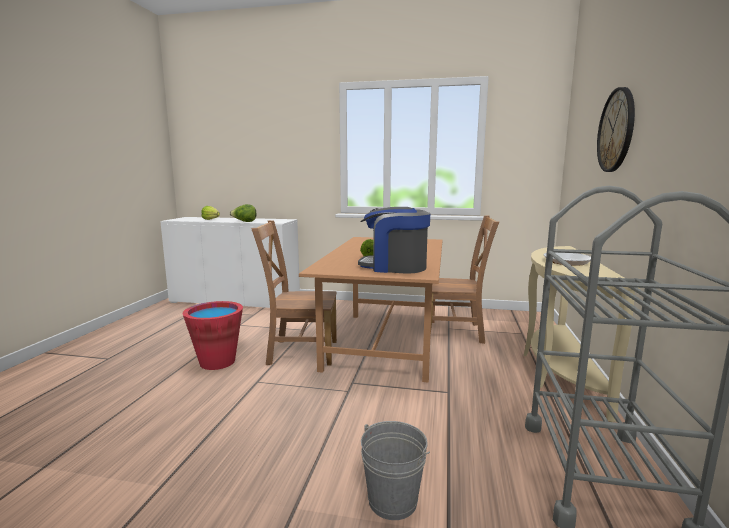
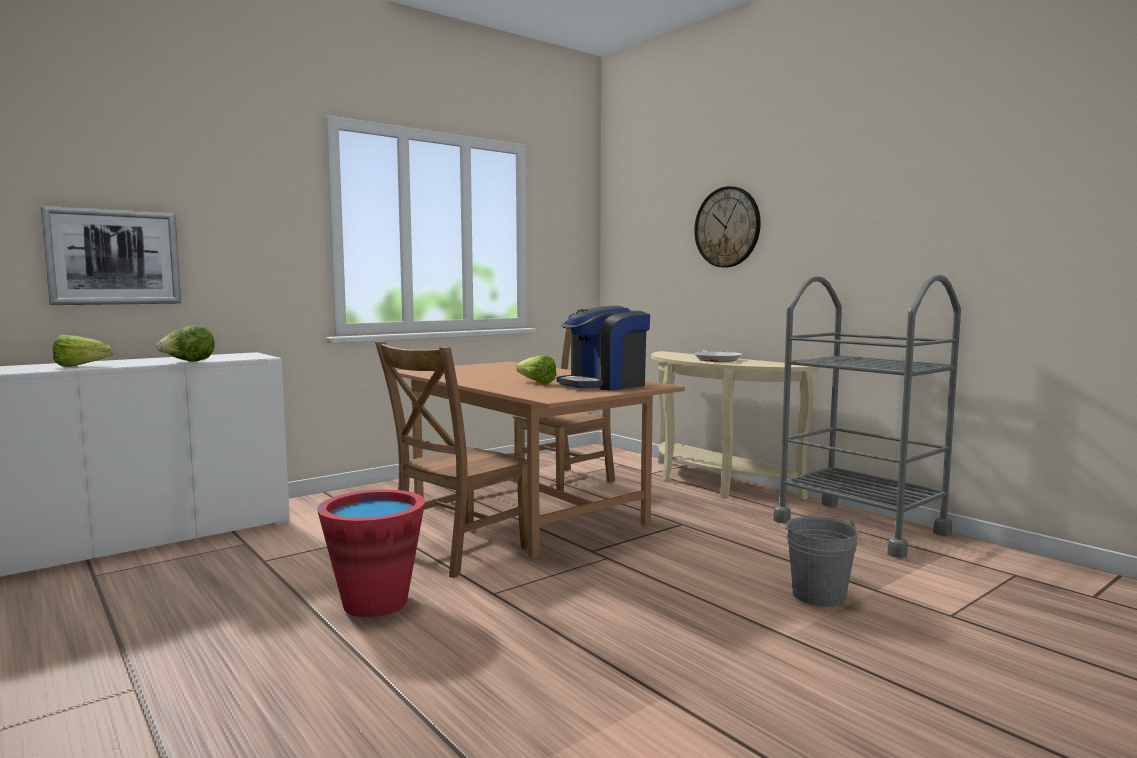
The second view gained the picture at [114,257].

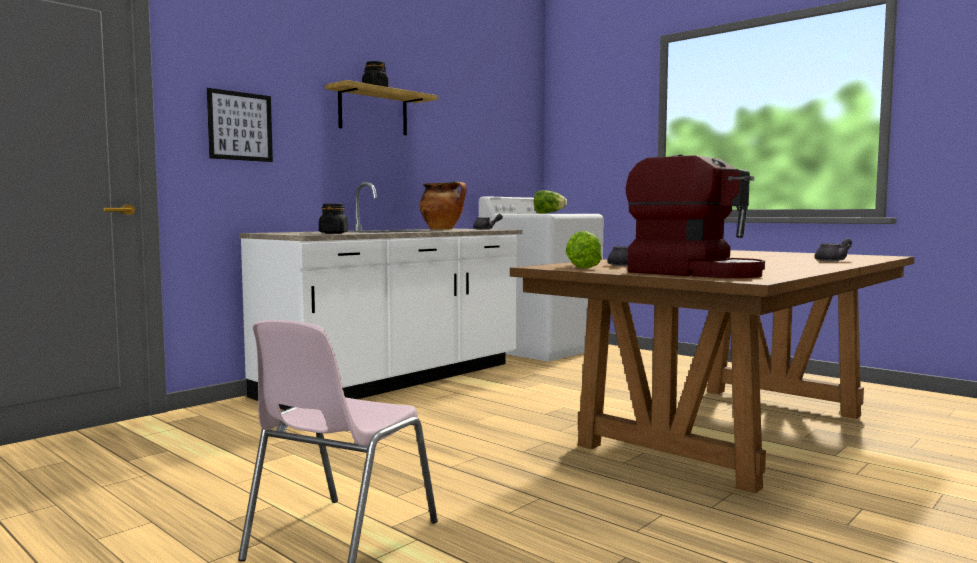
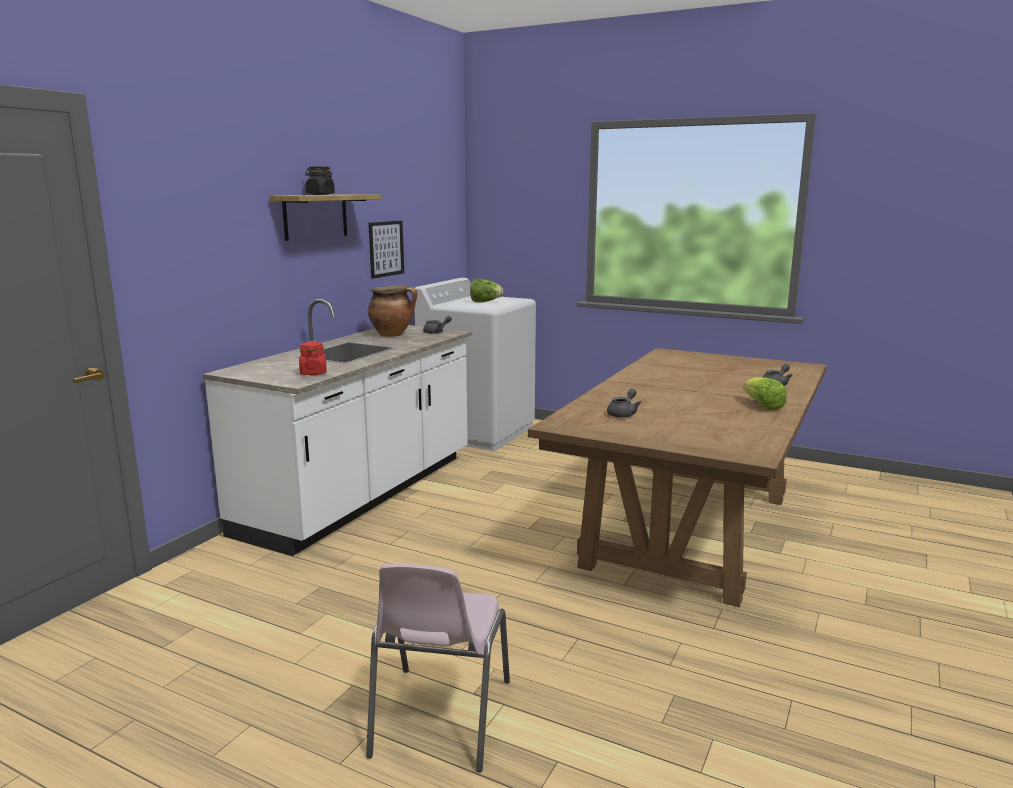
The second view lost the coffee brewer at [695,273].
The picture ended up elsewhere, having gone from [240,126] to [386,248].
The lettuce ended up elsewhere, having gone from [581,267] to [762,406].
What was the black-coloured storage jar at [333,233] turned into the reddish storage jar at [313,373].

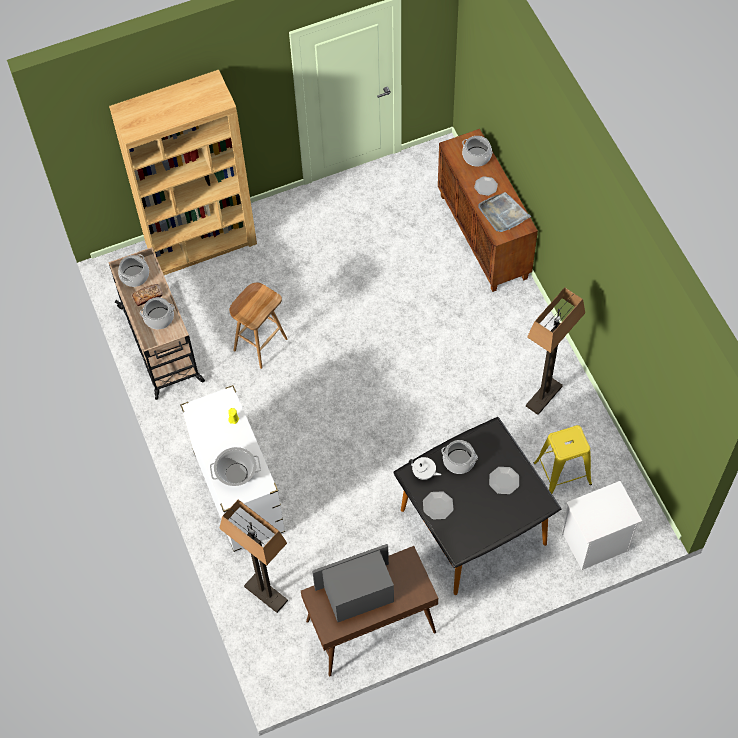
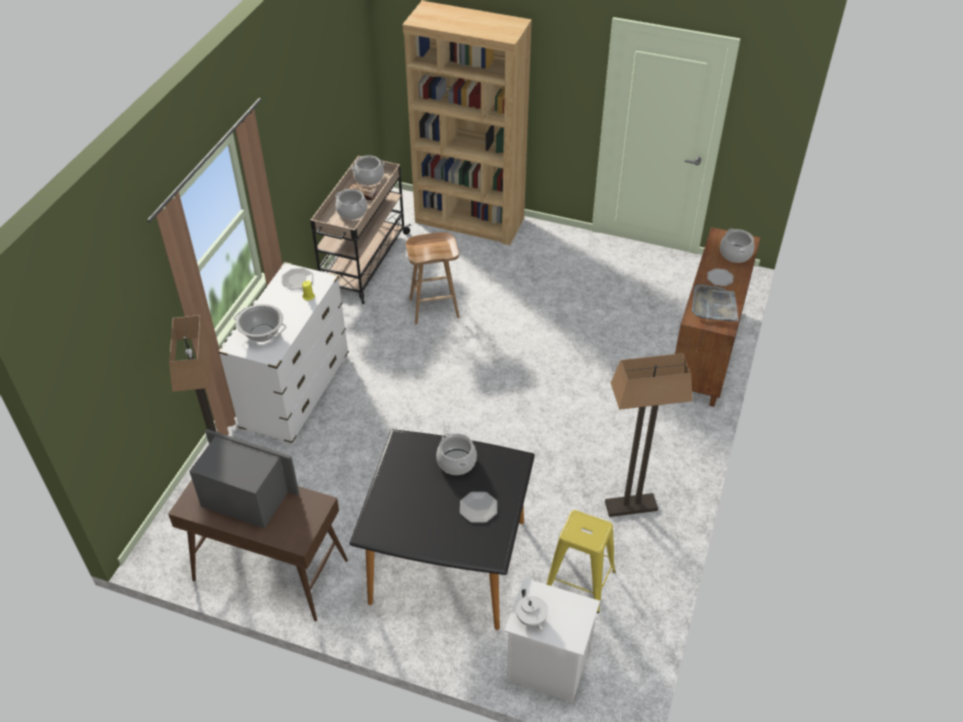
The white-coloured tea pot ended up elsewhere, having gone from [424,473] to [531,619].
The flat dish ended up elsewhere, having gone from [438,506] to [297,279].

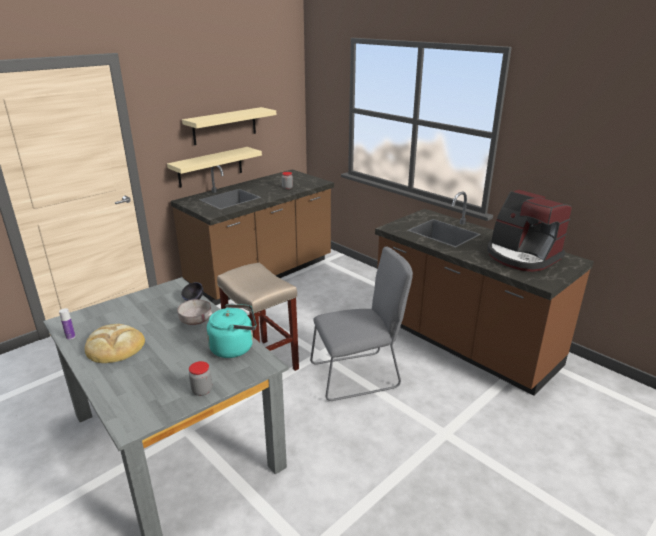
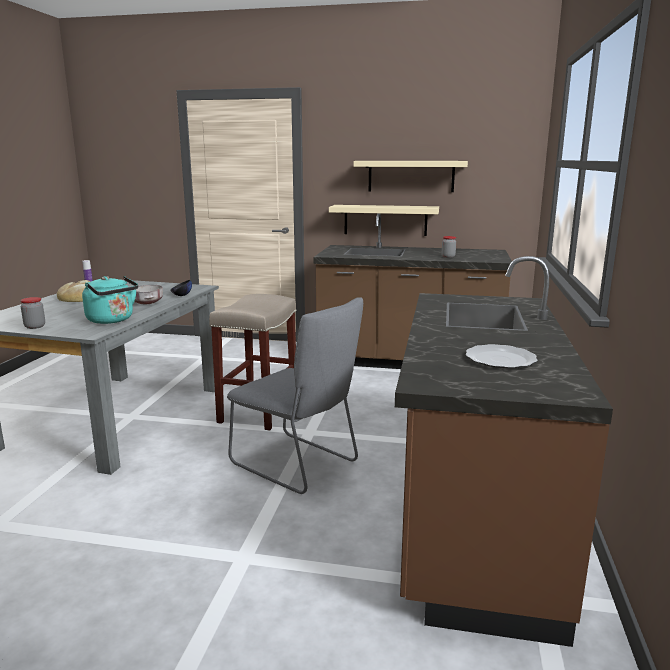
Where the coffee brewer stood at [522,256], the flat dish came to stand at [501,360].

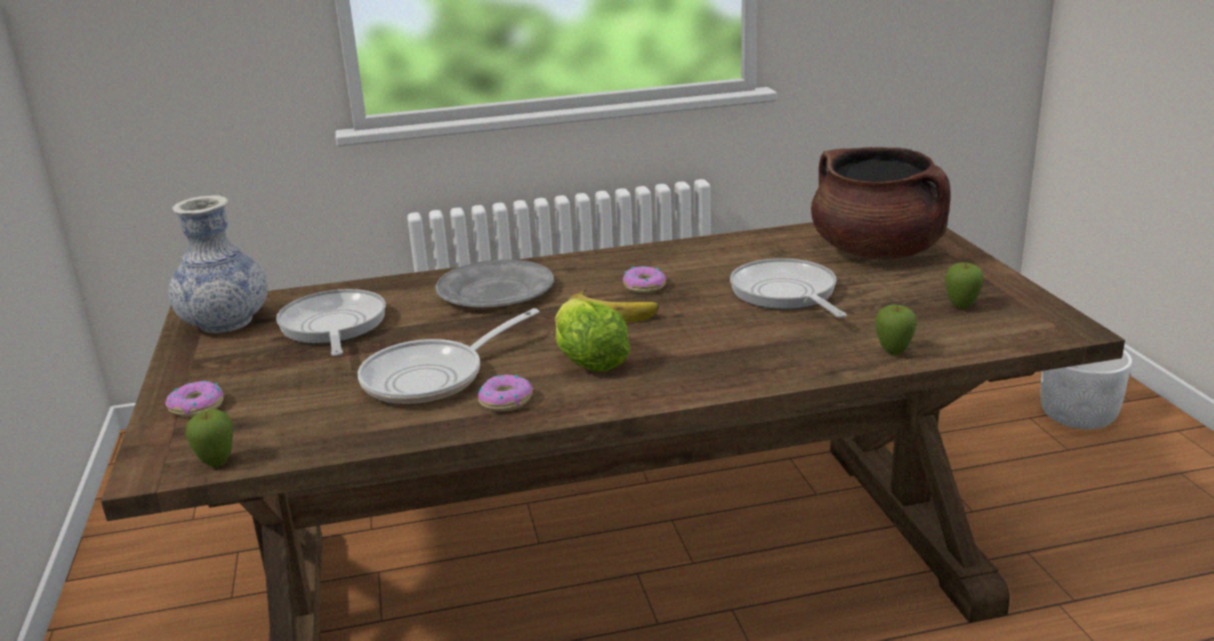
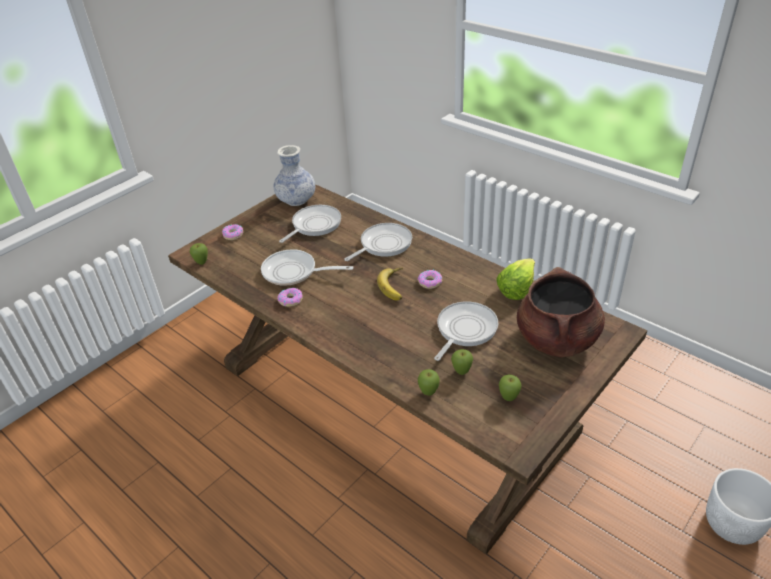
The second view gained the apple at [461,372].
The lettuce ended up elsewhere, having gone from [588,359] to [516,288].
Where the gray flat dish stood at [495,291], the skillet came to stand at [383,244].

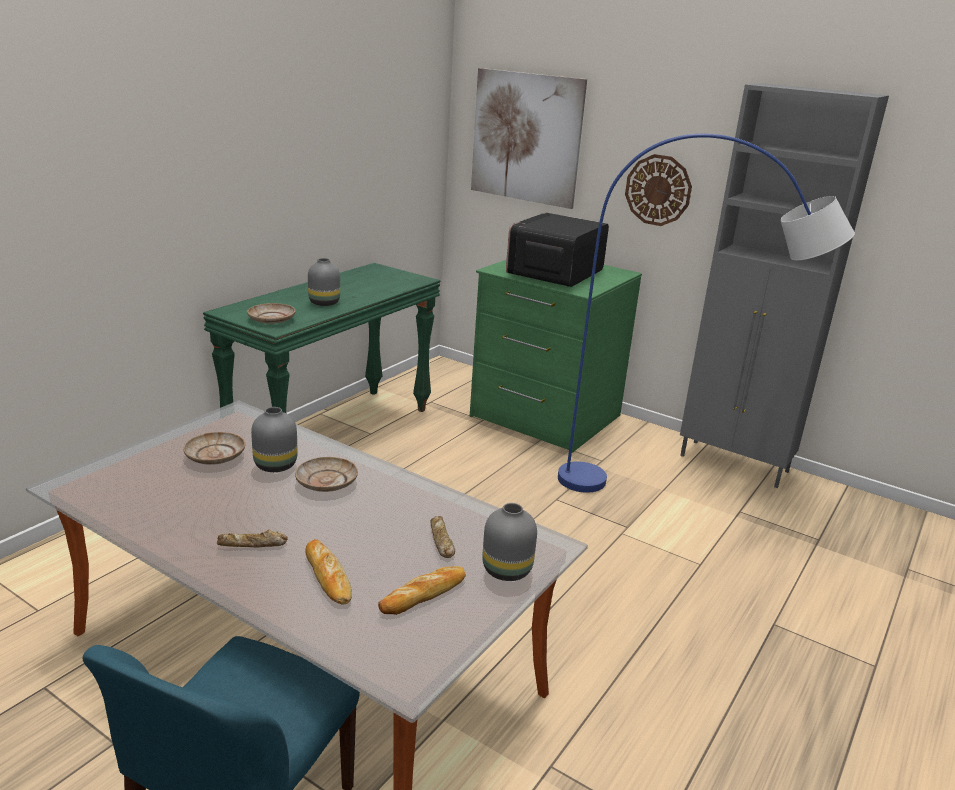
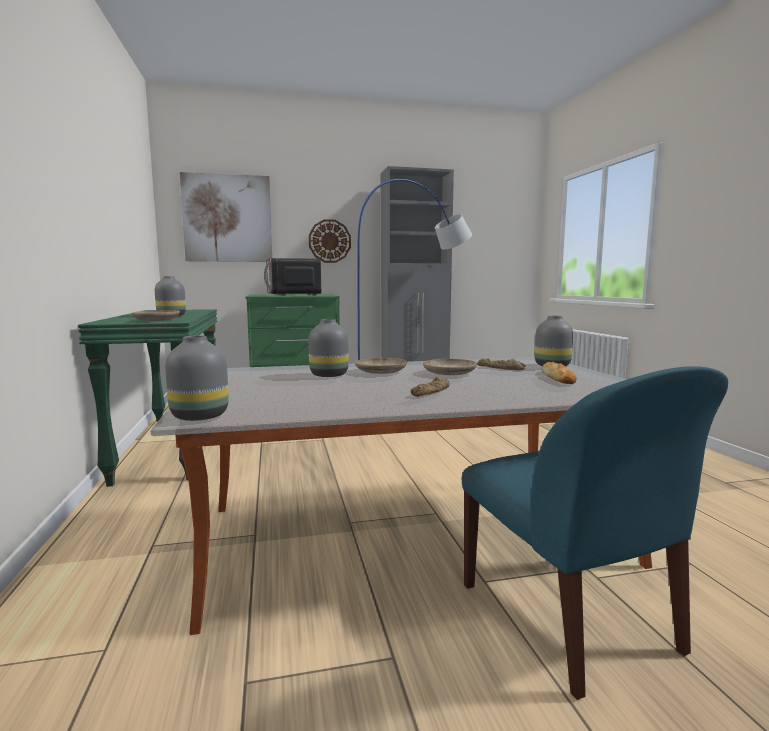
The second view lost the bread at [328,576].
The second view gained the gray decorative vase at [198,417].
The sand-coloured flat dish ended up elsewhere, having gone from [215,456] to [449,373].

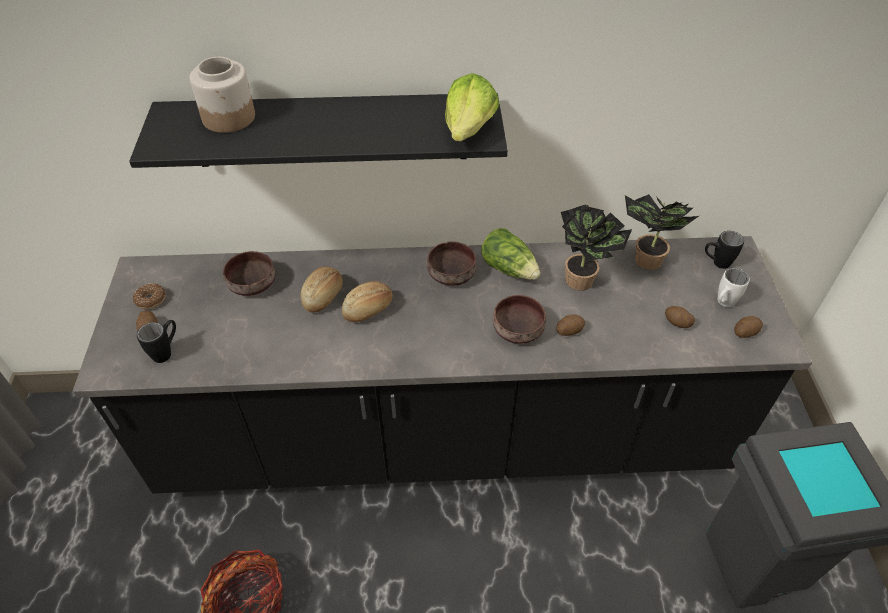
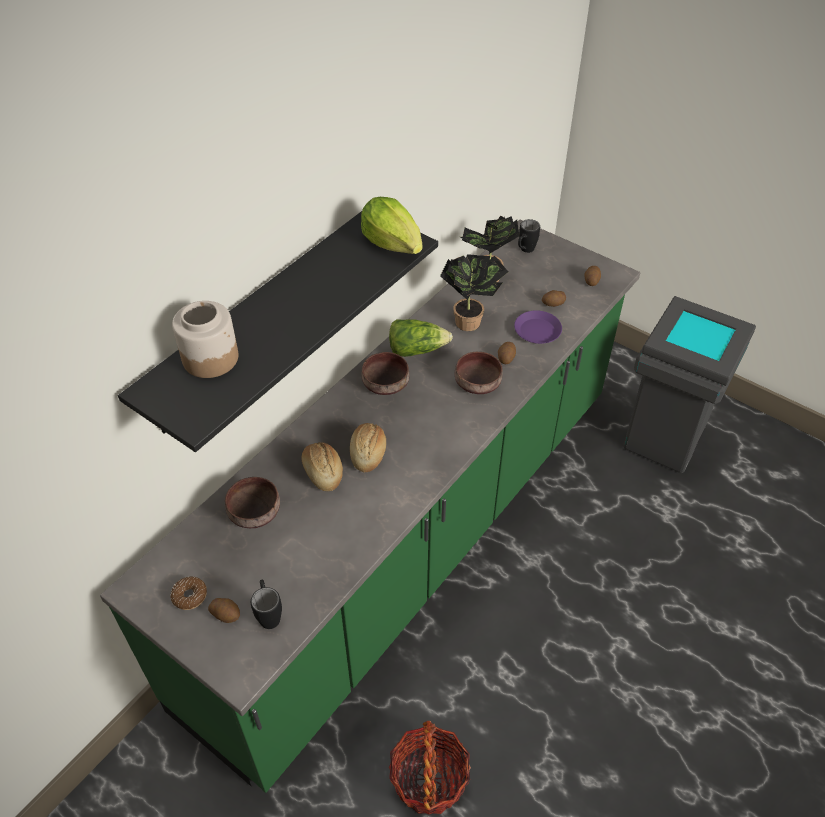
The second view lost the white-coloured mug at [722,304].
The second view gained the purple flat dish at [537,331].
What was the black-coloured kitchen base unit at [444,439] turned into the green-coloured kitchen base unit at [412,542].

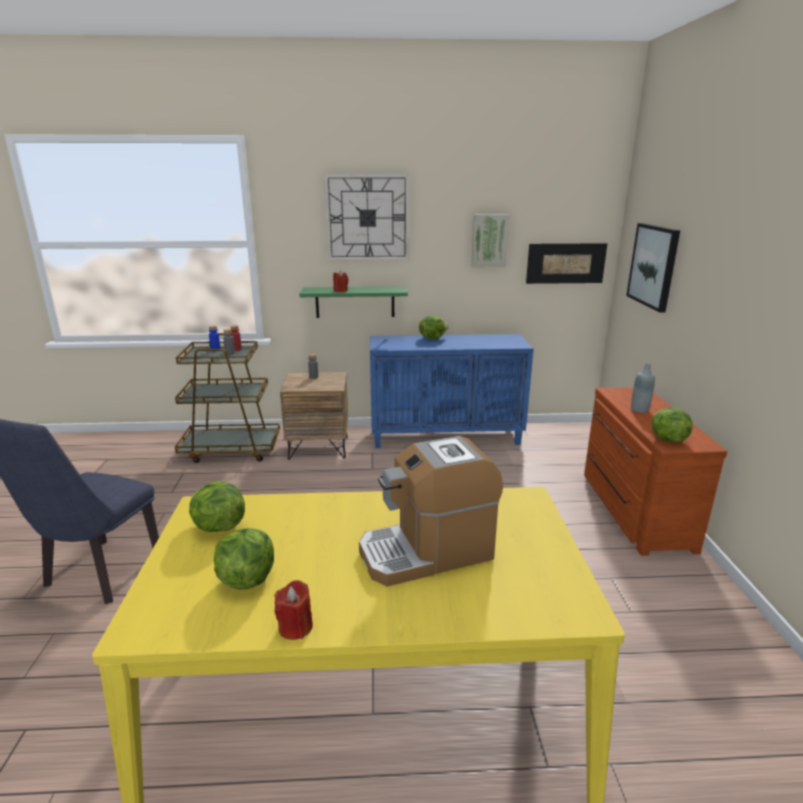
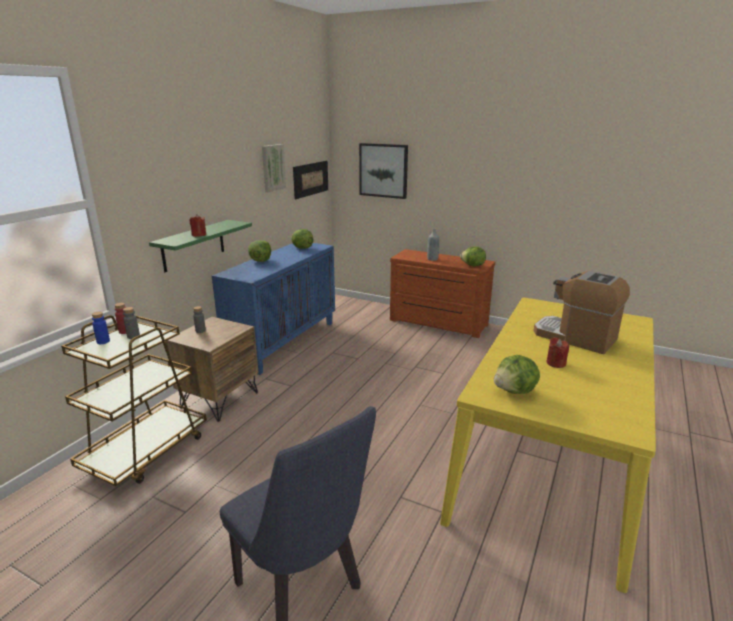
The second view lost the wall clock at [367,218].
The lettuce ended up elsewhere, having gone from [247,578] to [302,248].
The reddish wax light ended up elsewhere, having gone from [295,627] to [556,363].
The coffee brewer at [427,551] ended up facing another way, 120 degrees clockwise from before.

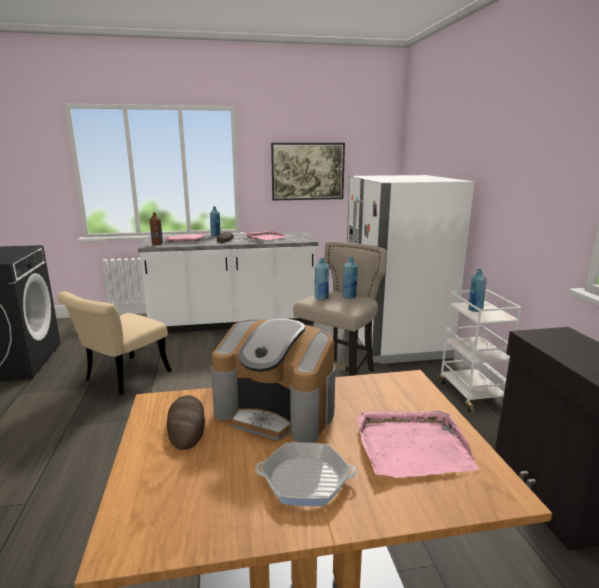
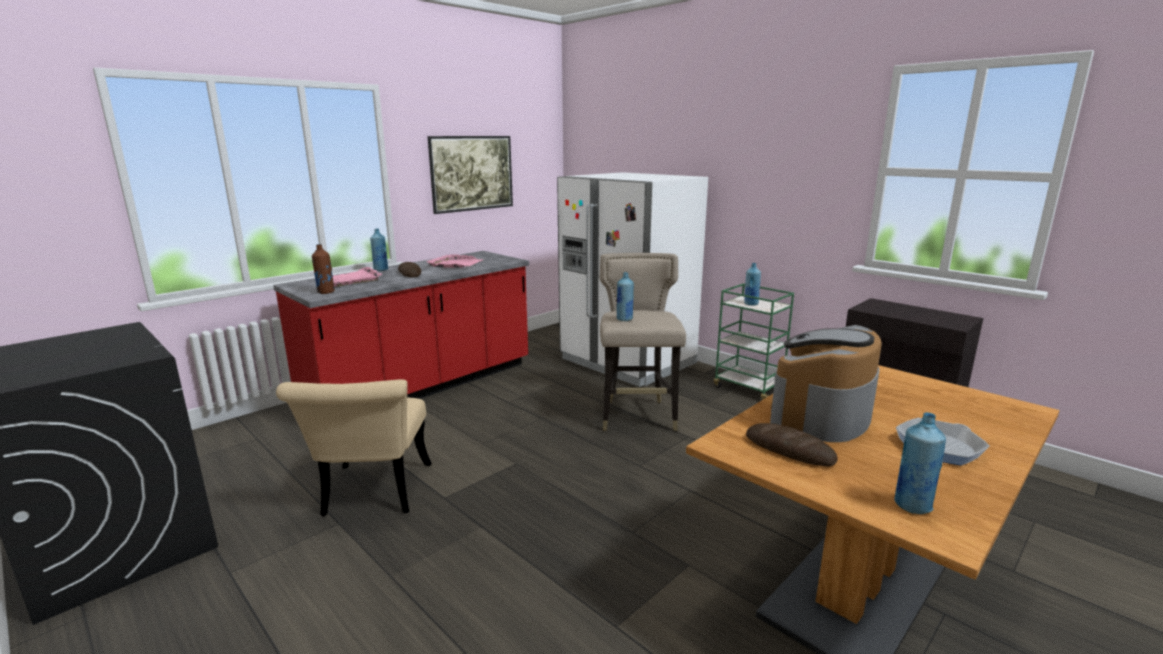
The second view lost the pink serving tray at [411,446].
The bluish drink bottle ended up elsewhere, having gone from [349,297] to [912,505].
What was the white-coloured kitchen base unit at [234,322] turned into the reddish kitchen base unit at [423,387].
What was the white-coloured wheeled cart at [471,394] turned into the green-coloured wheeled cart at [749,389].
The coffee brewer at [277,411] ended up facing another way, 135 degrees clockwise from before.

